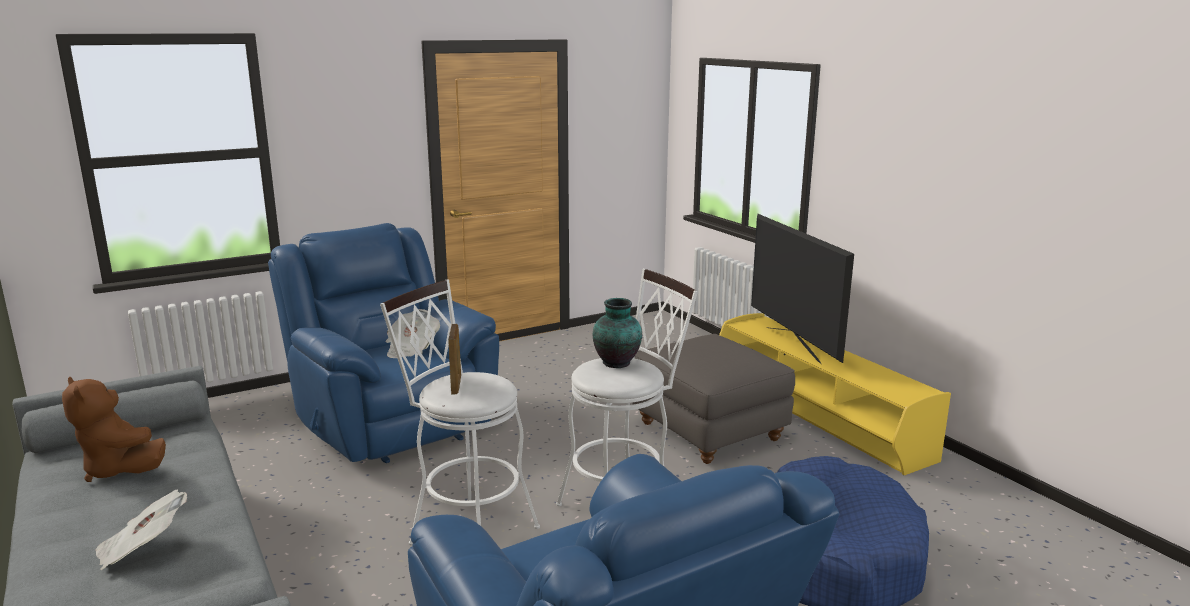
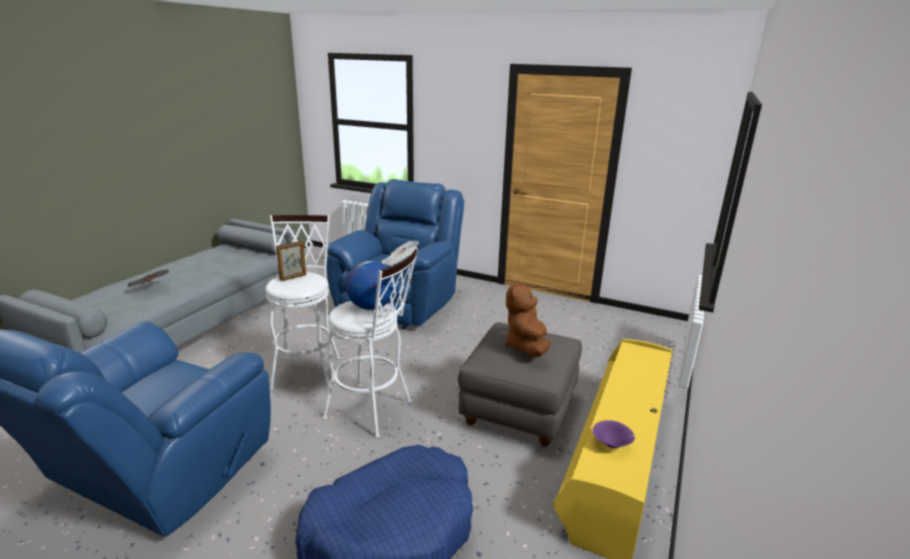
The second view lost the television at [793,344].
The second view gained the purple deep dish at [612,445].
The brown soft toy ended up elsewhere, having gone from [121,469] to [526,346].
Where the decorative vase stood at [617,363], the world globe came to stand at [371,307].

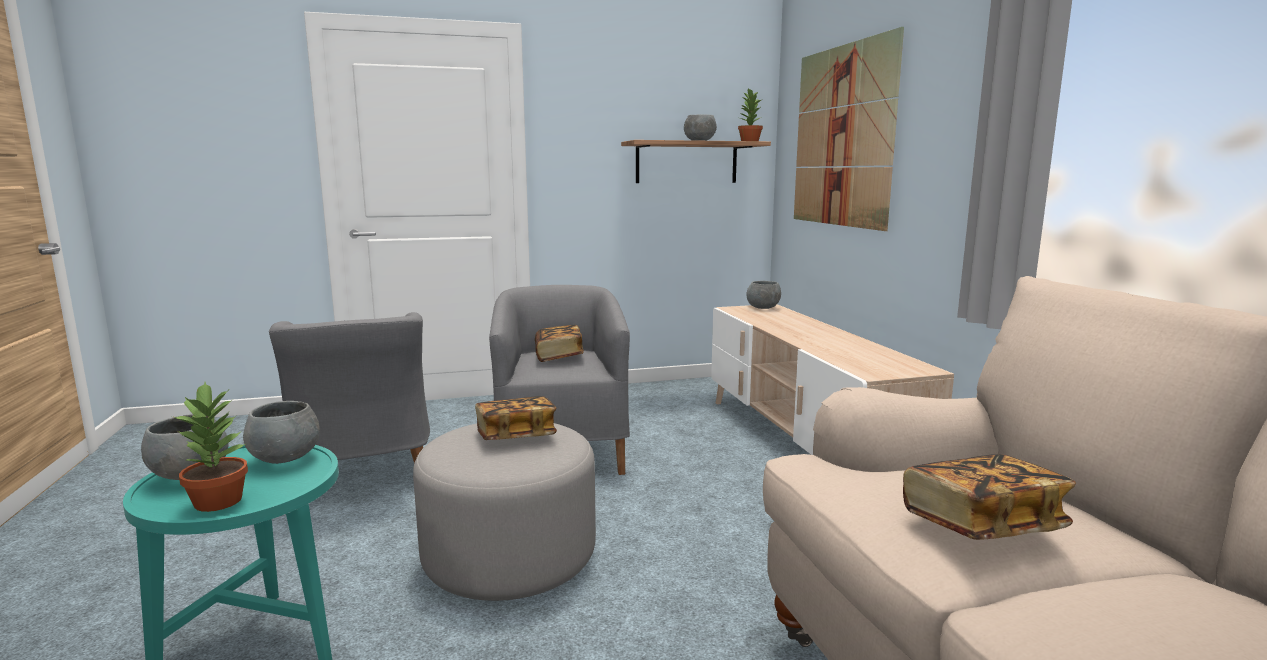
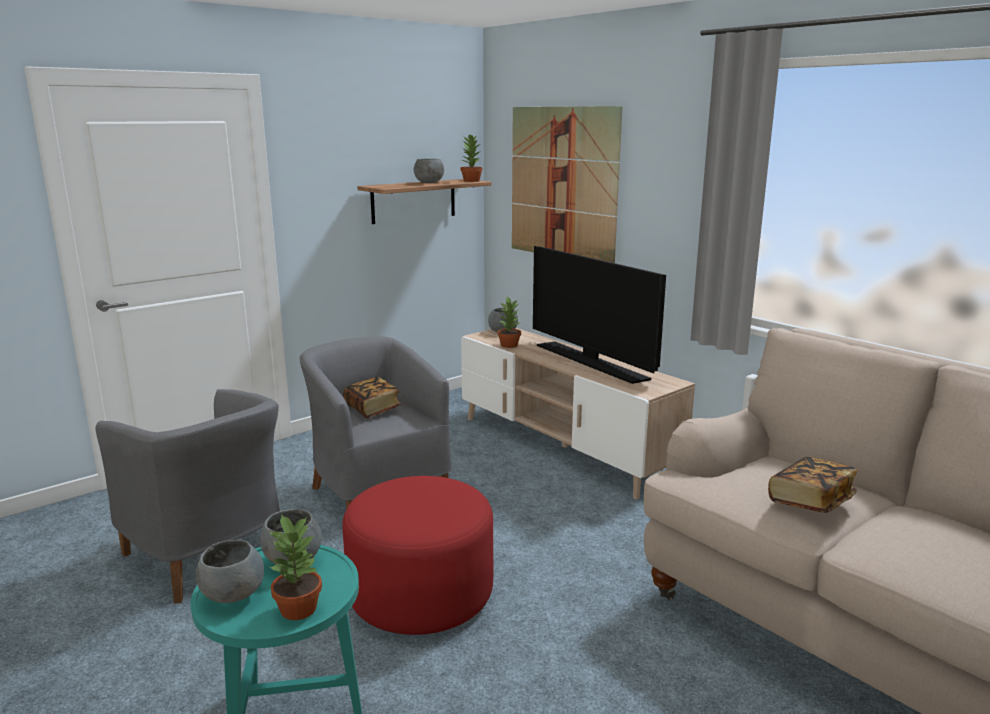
The second view lost the volume at [516,436].
The second view gained the plant in a pot at [509,345].
The second view gained the television at [591,362].
What was the gray pouffe at [510,557] turned into the reddish pouffe at [421,594].

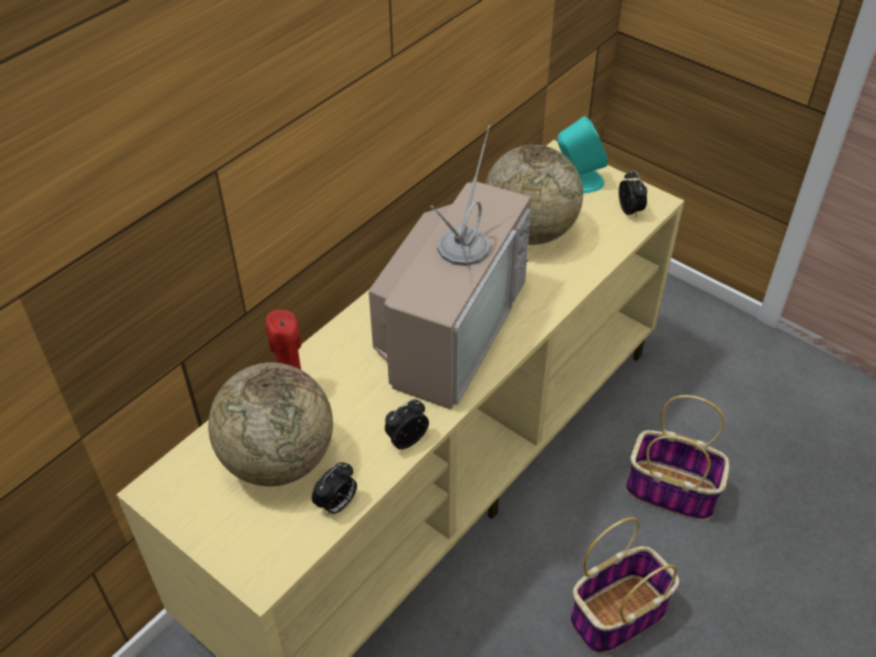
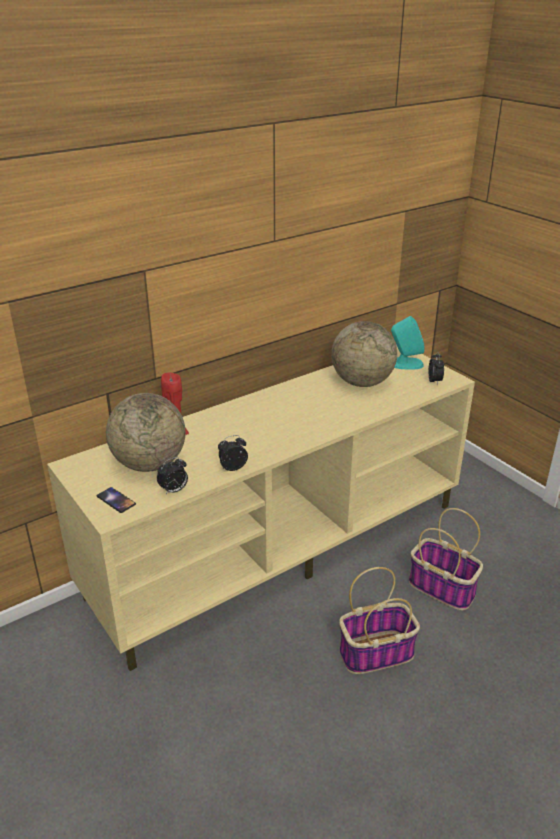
The second view lost the television at [449,327].
The second view gained the phone at [116,500].

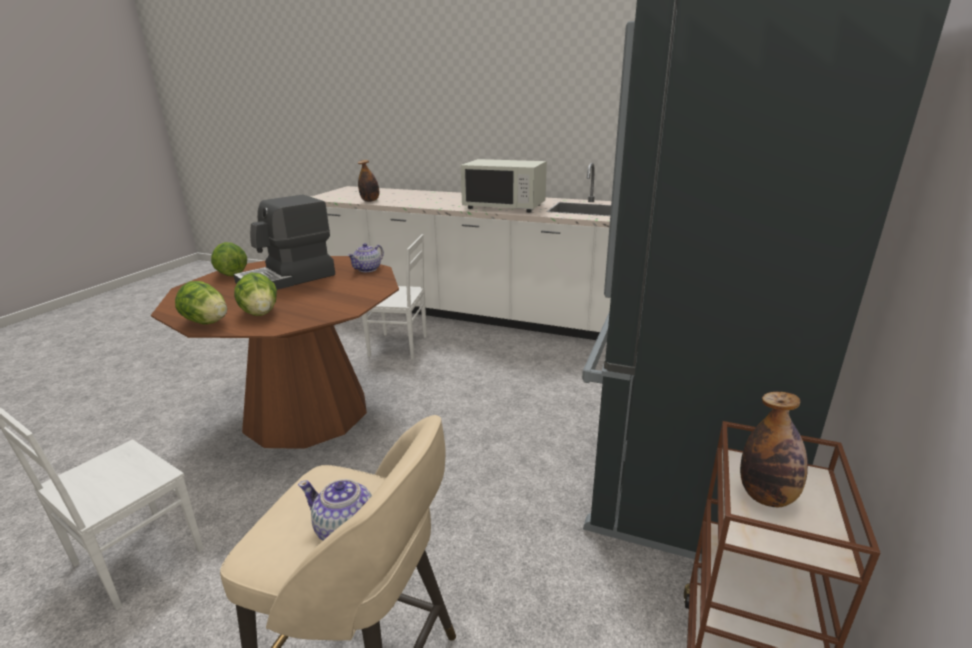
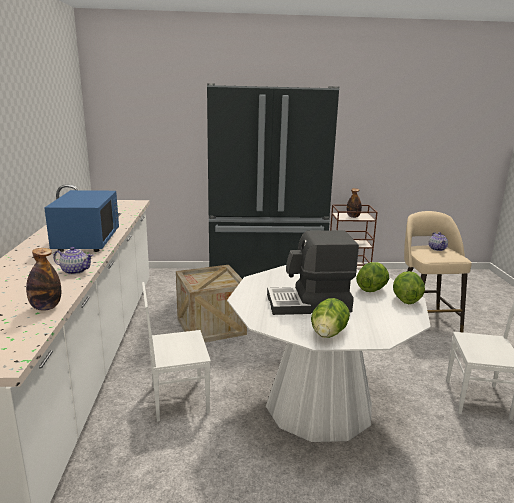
The second view gained the shipping crate at [211,326].
The tea pot ended up elsewhere, having gone from [368,269] to [75,271].
What was the brown dinner table at [306,412] turned into the white-coloured dinner table at [319,405].
What was the white-coloured microwave at [504,206] turned into the bluish microwave at [87,240].
The coffee brewer at [288,279] ended up facing another way, 150 degrees clockwise from before.
The white-coloured chair at [399,346] ended up facing another way, 90 degrees counterclockwise from before.

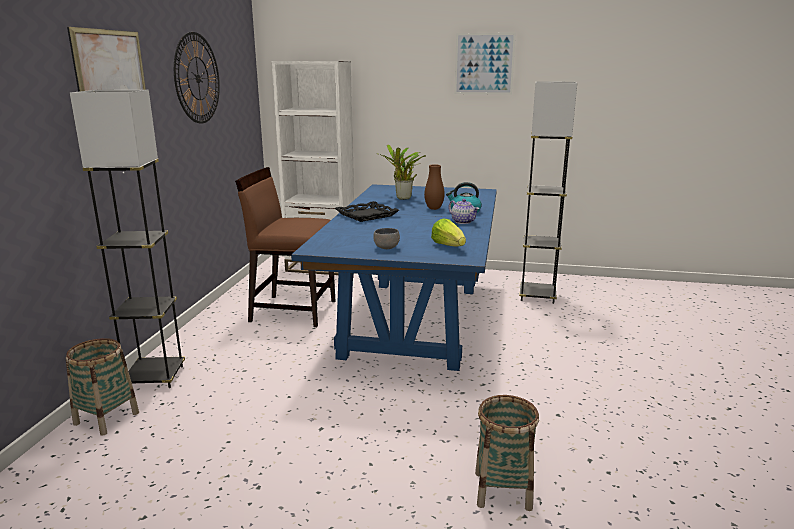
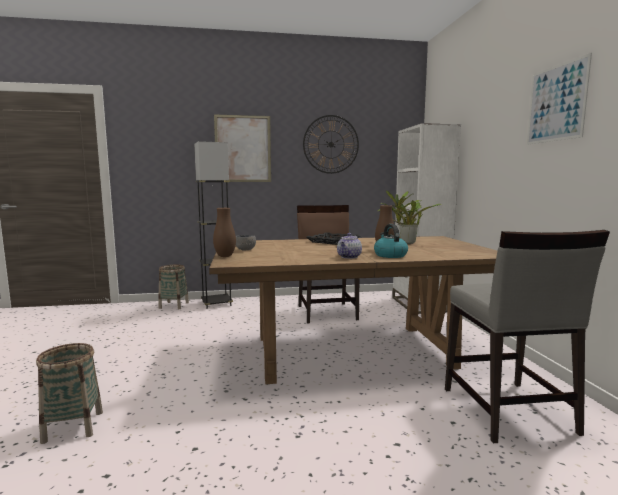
The second view lost the lettuce at [448,246].
The second view gained the brown decorative vase at [225,256].
Where the gray standard lamp stood at [537,296], the gray chair came to stand at [507,411].
What was the bluish dinner table at [413,320] turned into the brown dinner table at [352,351].

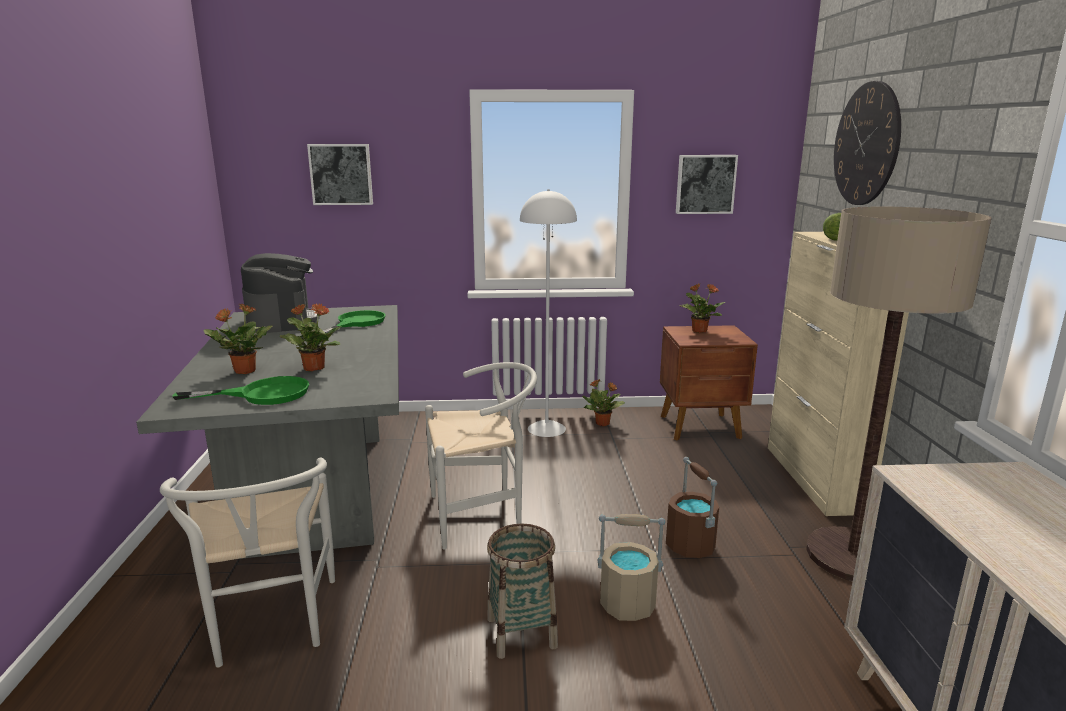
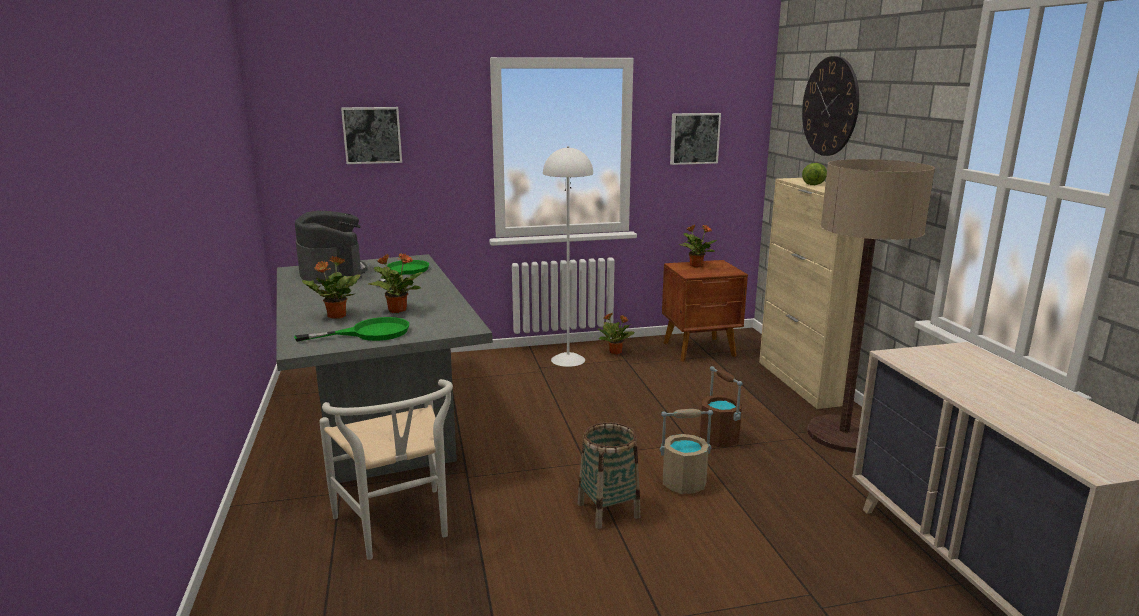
The second view lost the white-coloured chair at [483,515].

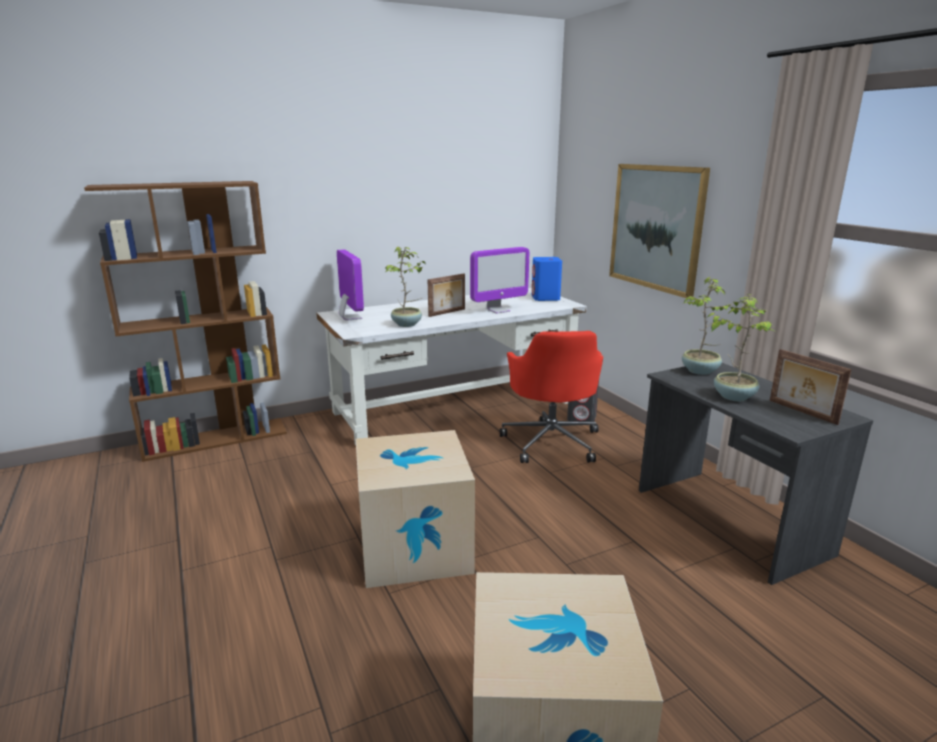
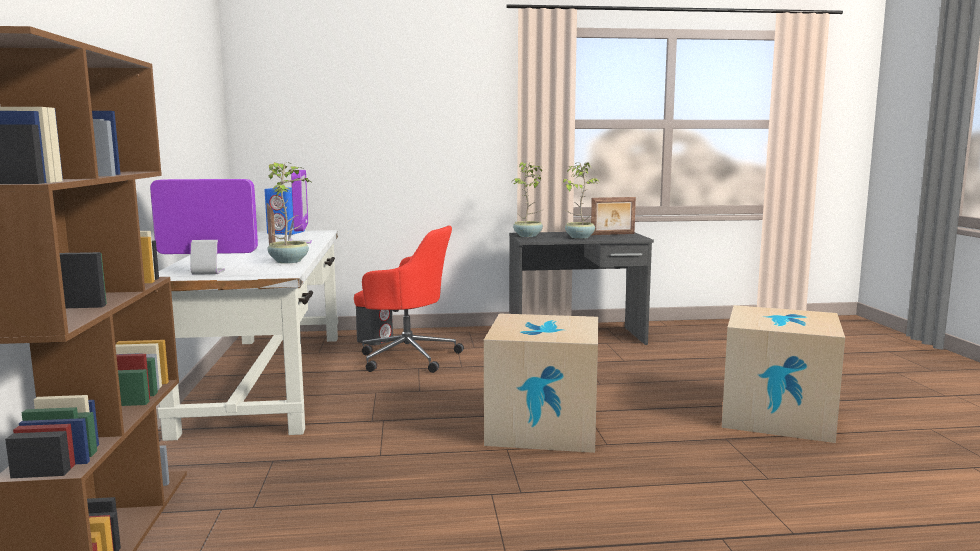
The second view lost the picture at [656,227].

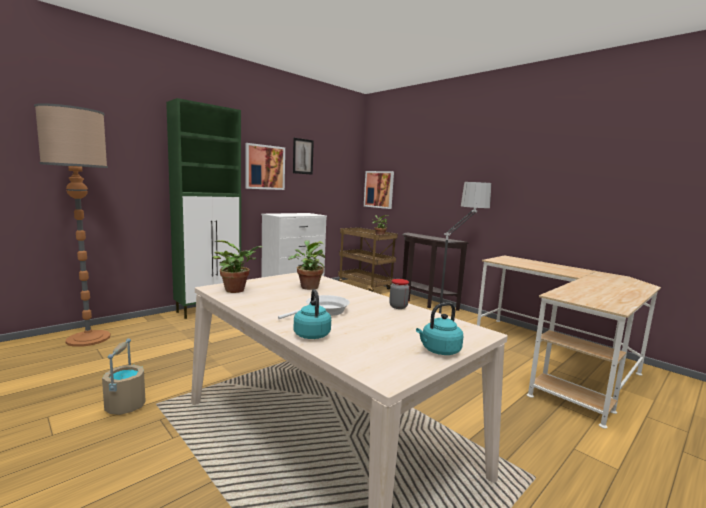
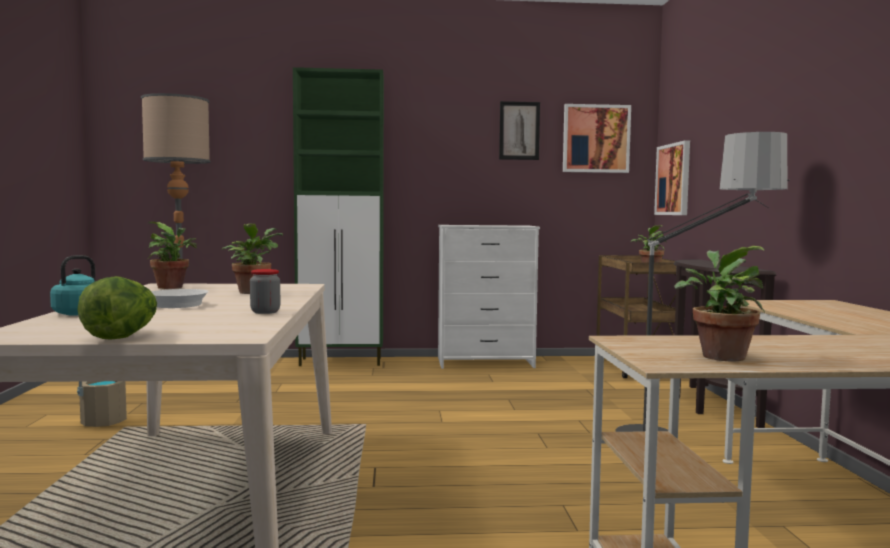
The second view gained the plant in a pot at [719,356].
The picture ended up elsewhere, having gone from [265,167] to [596,138].
Where the turquoise-coloured kettle stood at [439,351], the lettuce came to stand at [122,336].

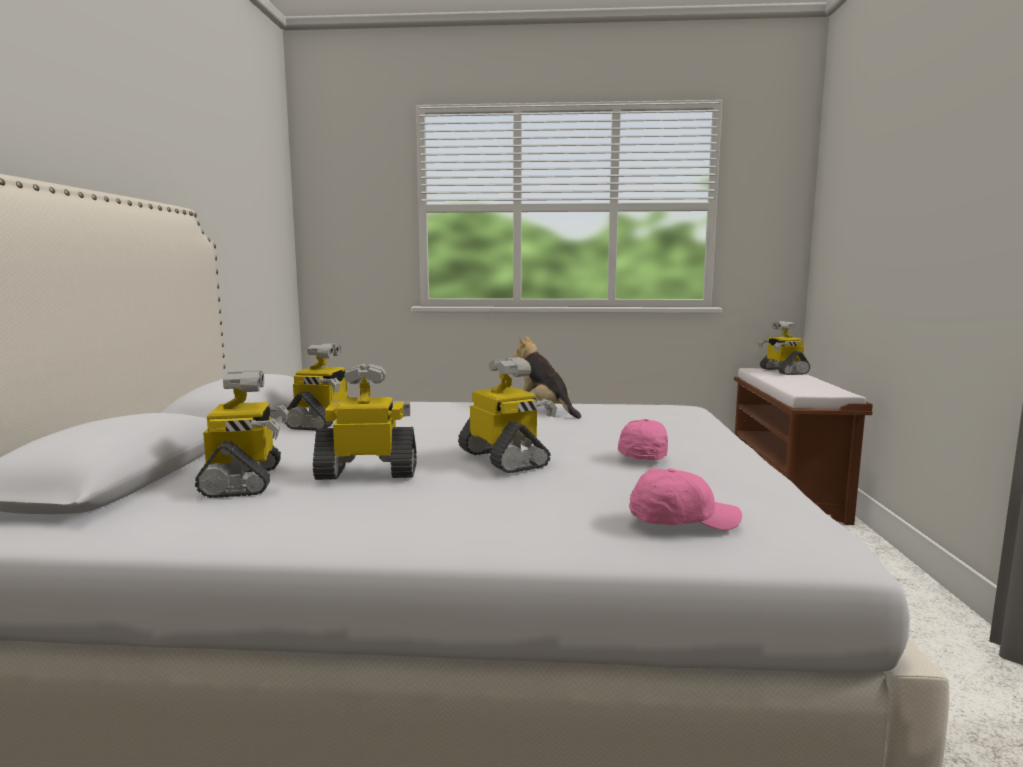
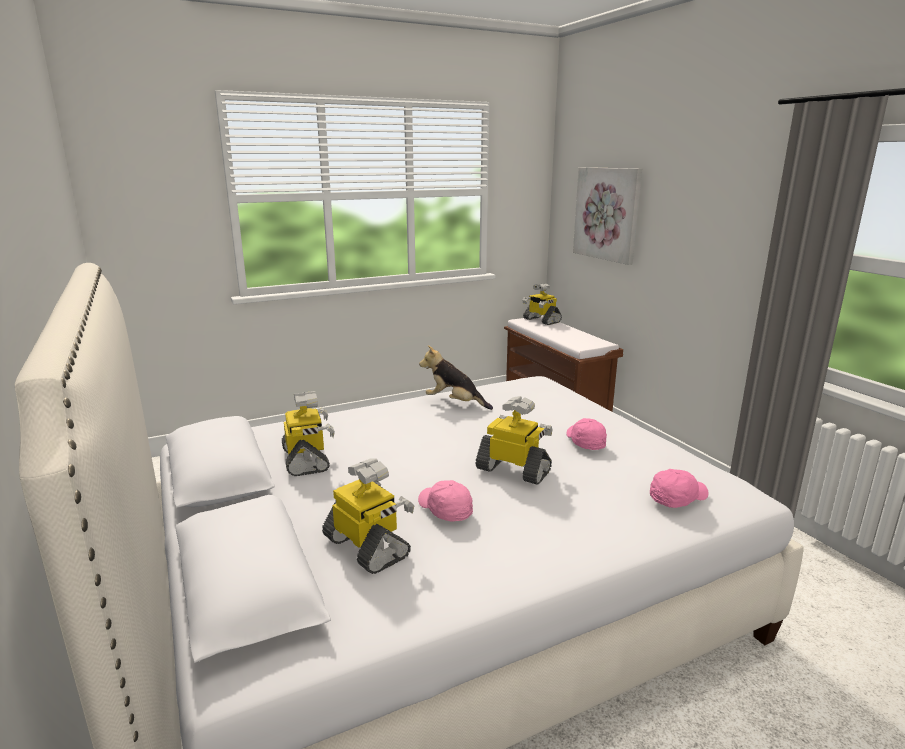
The second view gained the picture at [607,214].
Where the model robot stood at [368,472], the pink peaked cap came to stand at [445,510].

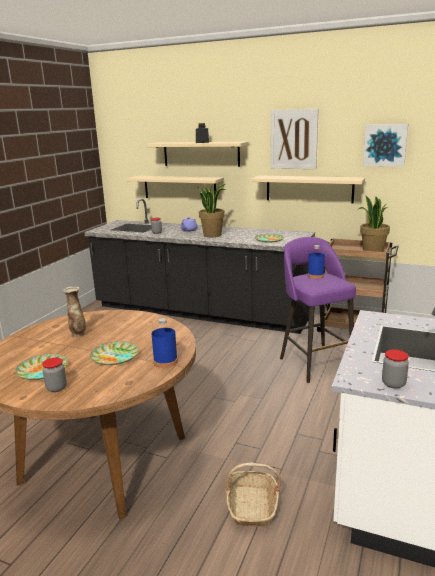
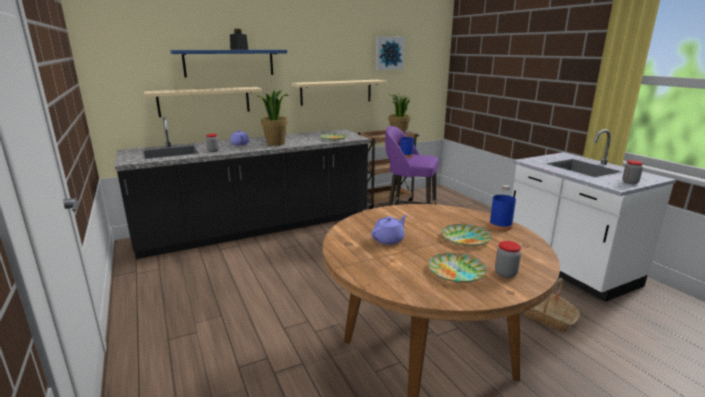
The second view lost the picture at [293,139].
Where the decorative vase stood at [78,334], the purple tea pot came to stand at [389,239].
What was the sand-coloured wall shelf at [201,154] turned into the bluish wall shelf at [229,63].

